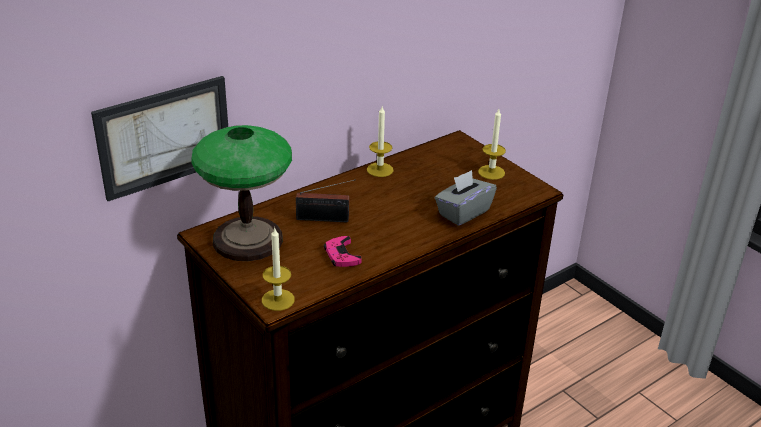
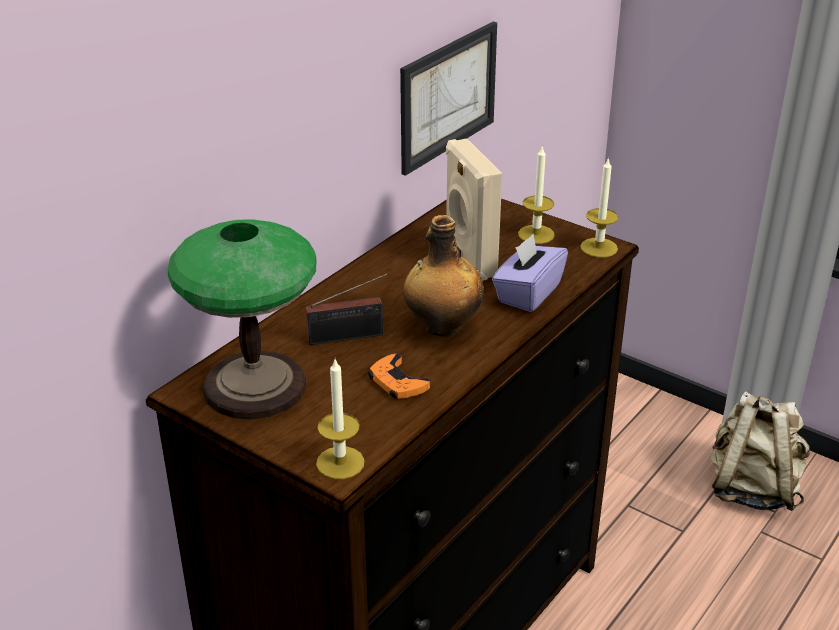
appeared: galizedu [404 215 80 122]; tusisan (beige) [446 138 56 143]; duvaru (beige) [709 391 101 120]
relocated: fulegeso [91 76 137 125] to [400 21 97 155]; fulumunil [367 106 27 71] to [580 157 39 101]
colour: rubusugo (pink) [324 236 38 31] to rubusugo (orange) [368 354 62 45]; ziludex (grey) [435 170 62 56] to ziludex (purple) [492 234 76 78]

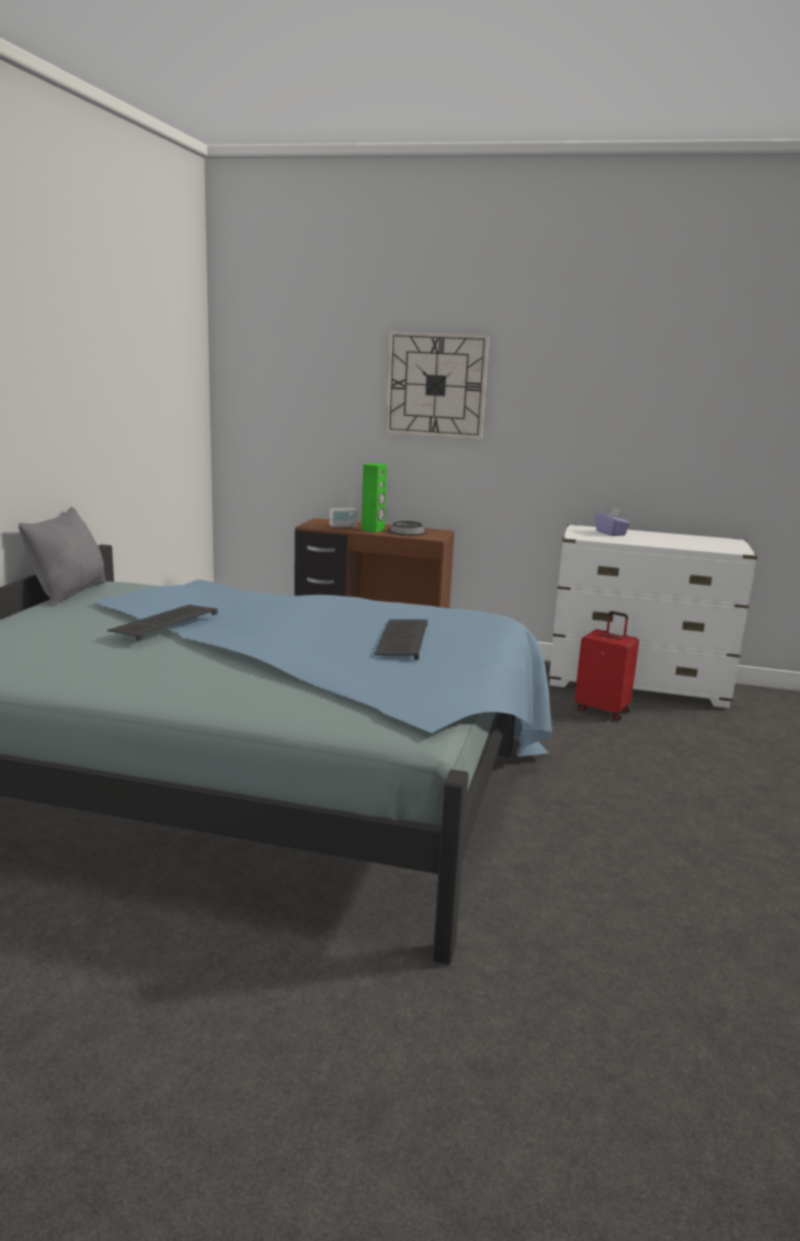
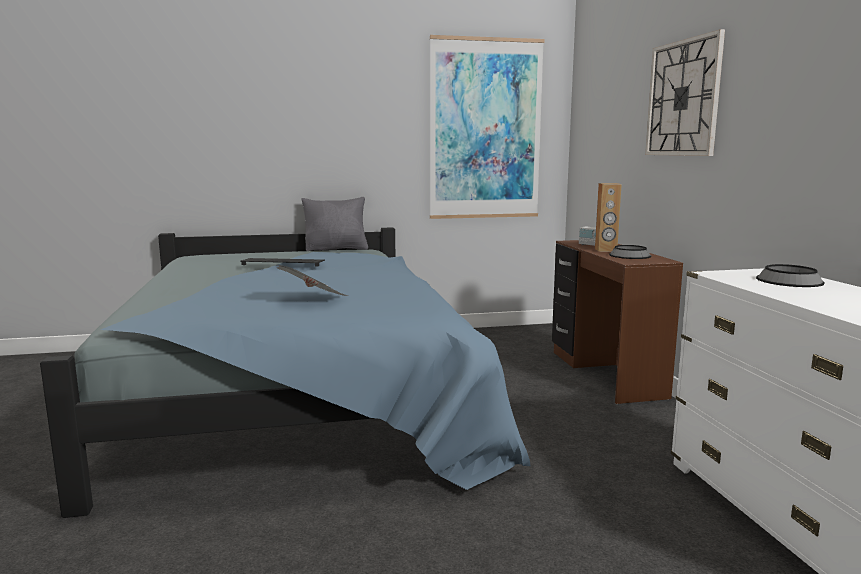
missing: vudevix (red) [575 611 64 110]
appeared: fulegeso [430 35 115 184]
exchanged: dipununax [375 619 53 41] to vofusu [277 265 72 31]; ziludex (purple) [595 507 35 29] to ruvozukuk [756 264 69 23]
colour: tusisan (green) [361 463 26 70] to tusisan (brown) [595 183 27 69]

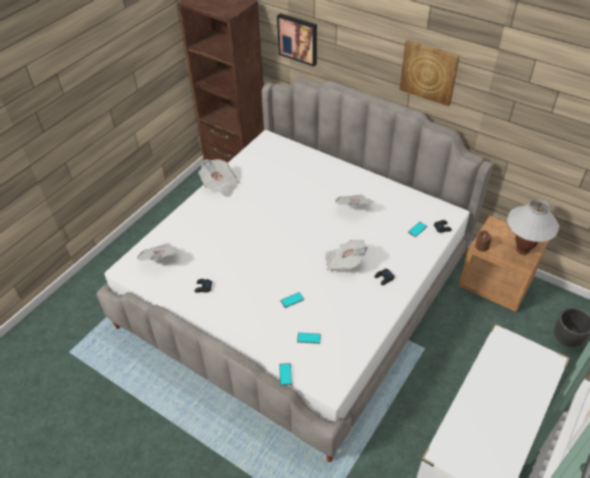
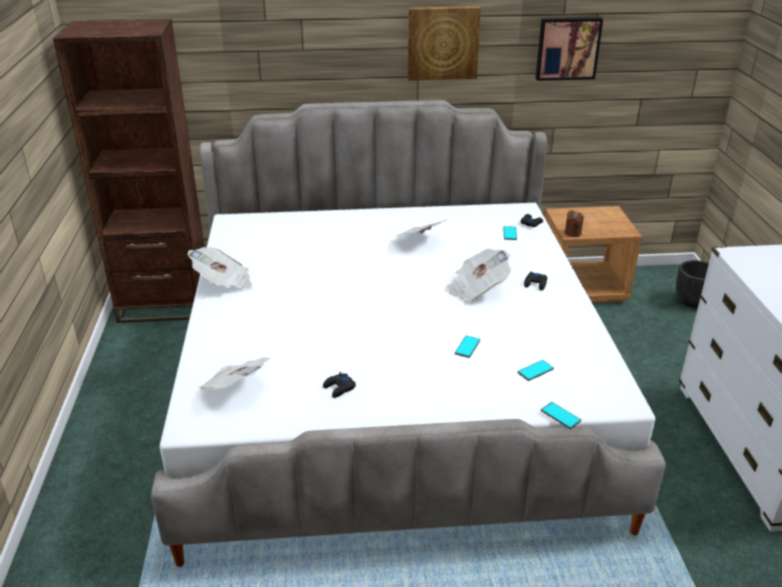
missing: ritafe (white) [507 199 52 56]
relocated: fulegeso [277 13 40 54] to [535 17 68 64]

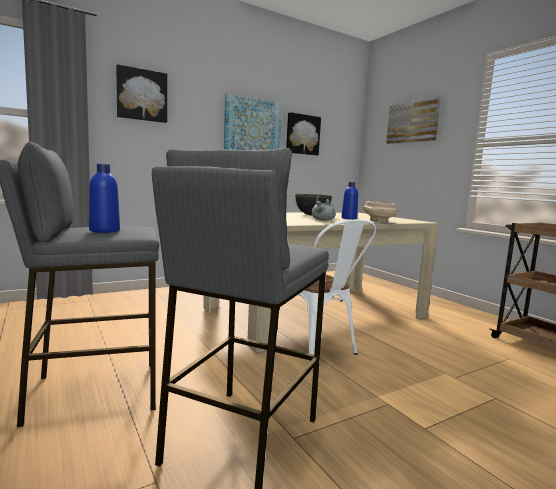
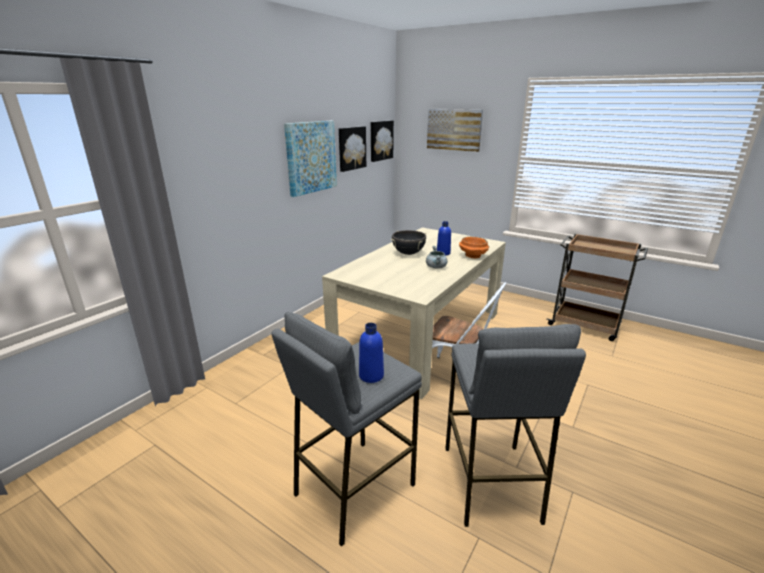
relocated: fulegeso [116 64 51 59] to [371 121 23 41]
colour: ruvozukuk (beige) [363 201 35 22] to ruvozukuk (orange) [459 237 30 21]

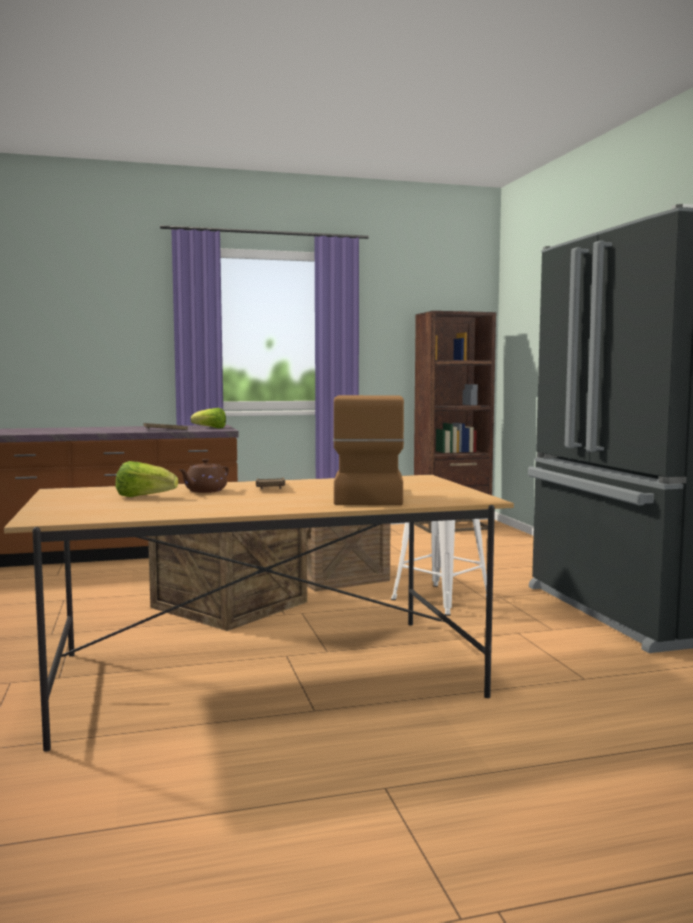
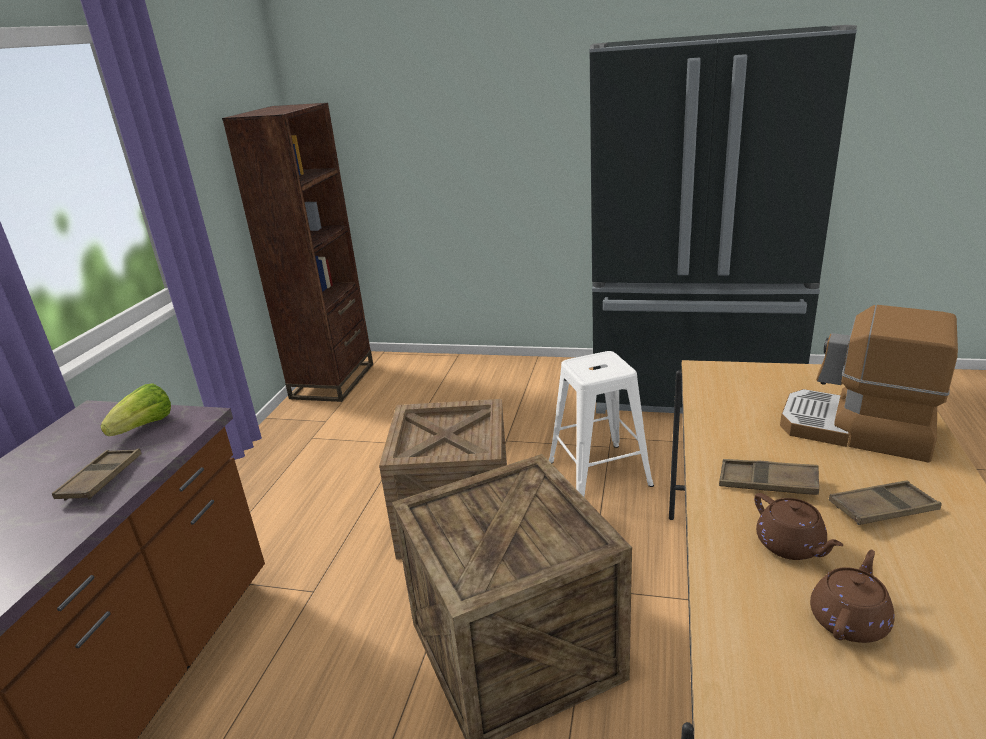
appeared: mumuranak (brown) [829 481 113 44]
exchanged: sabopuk [116 461 62 36] to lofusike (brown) [810 550 85 93]

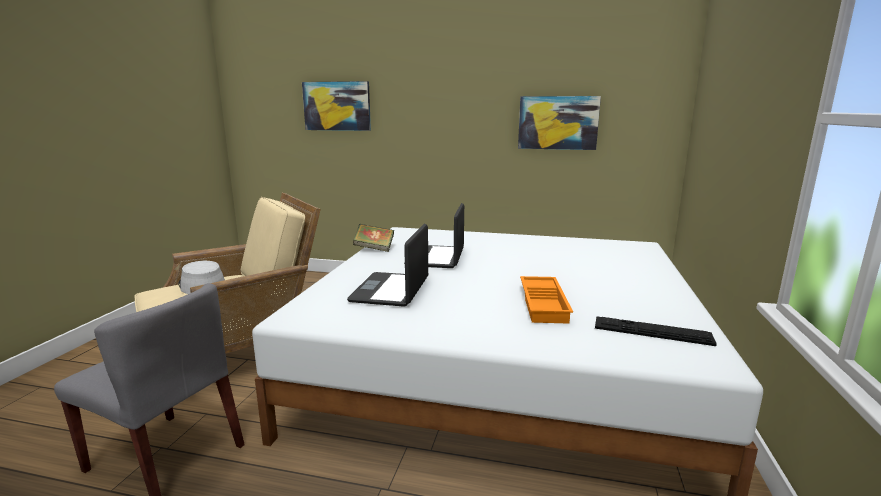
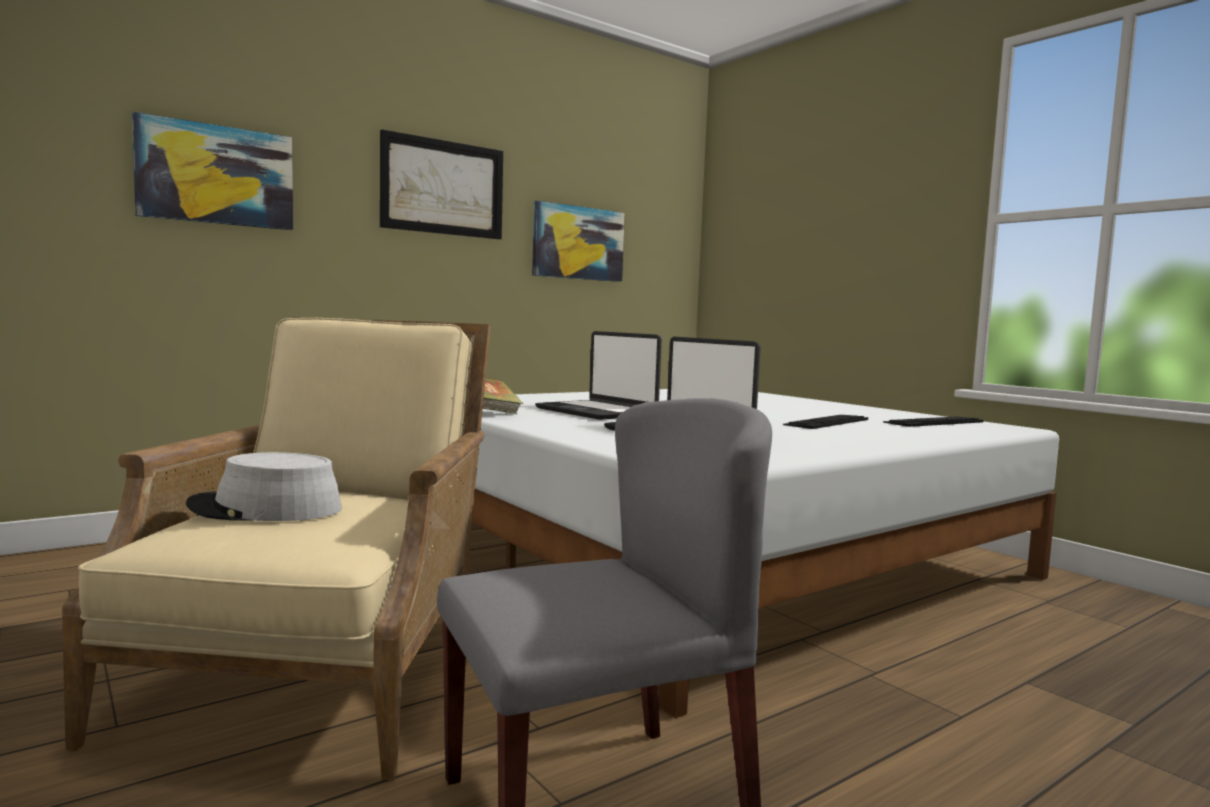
appeared: fulegeso [380 130 123 109]
exchanged: mumuranak (orange) [520 276 53 47] to dipununax [783 415 85 14]

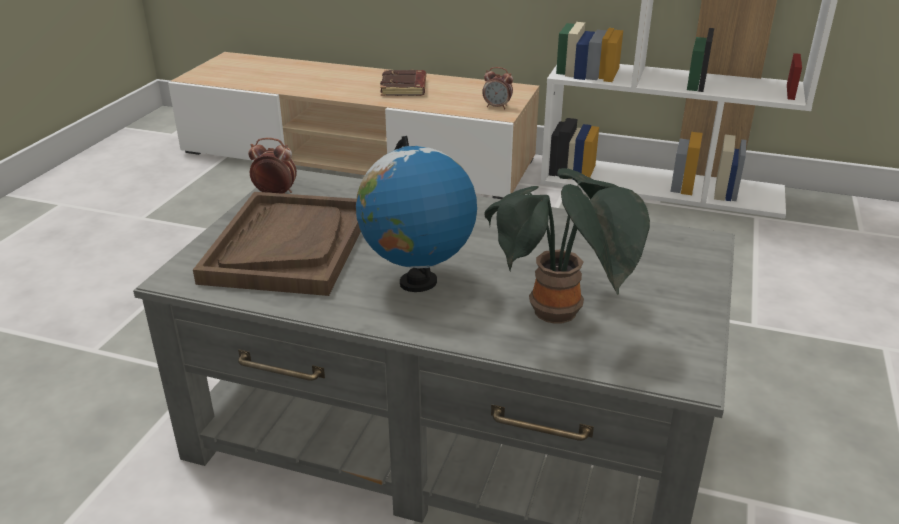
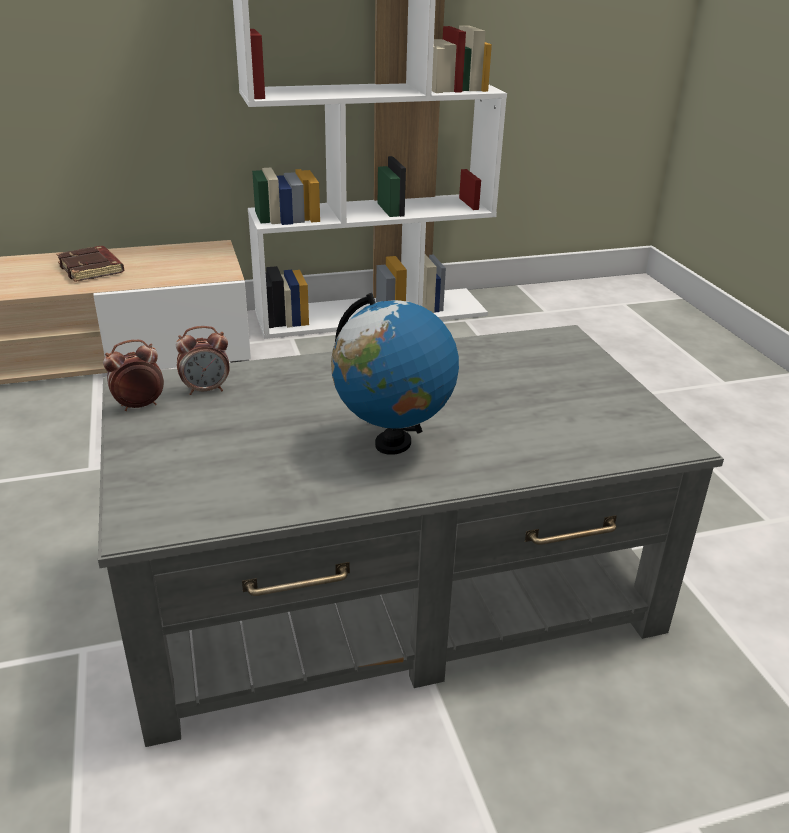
missing: mumuranak (brown) [193 192 168 104]; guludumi [485 168 165 156]
relocated: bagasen [482 67 31 42] to [176 326 53 69]

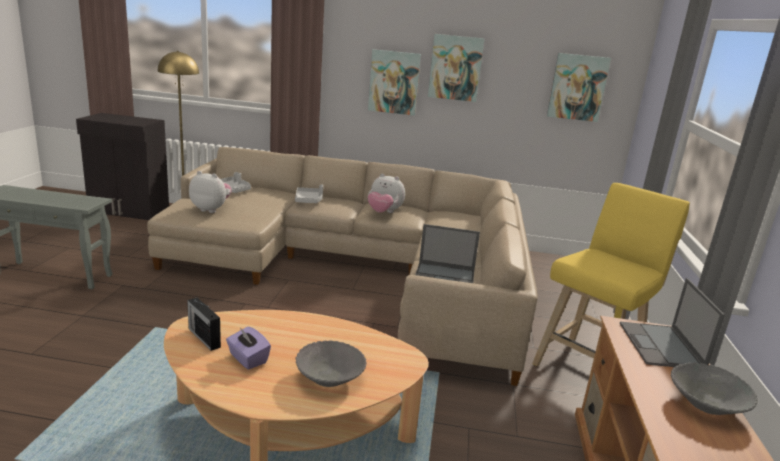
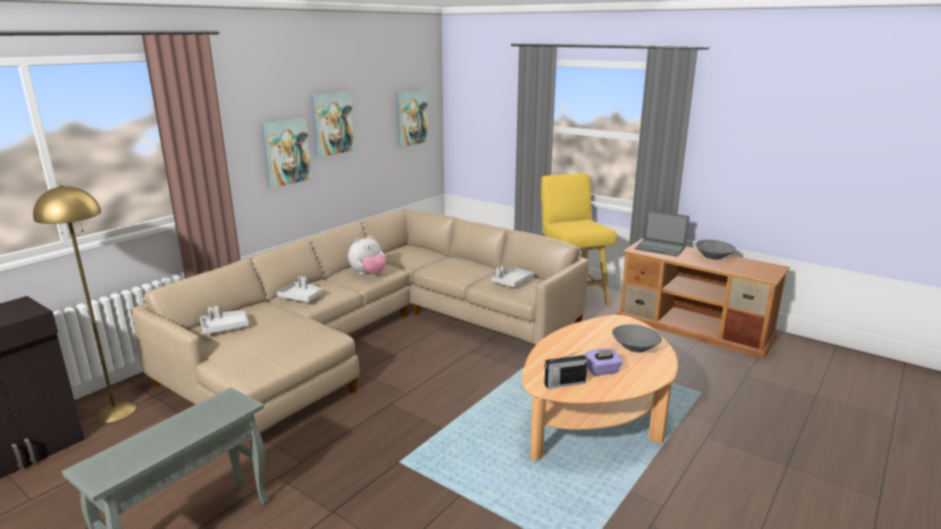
missing: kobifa [189 171 43 42]
exchanged: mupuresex [415 224 65 59] to mumuranak (grey) [492 266 42 21]

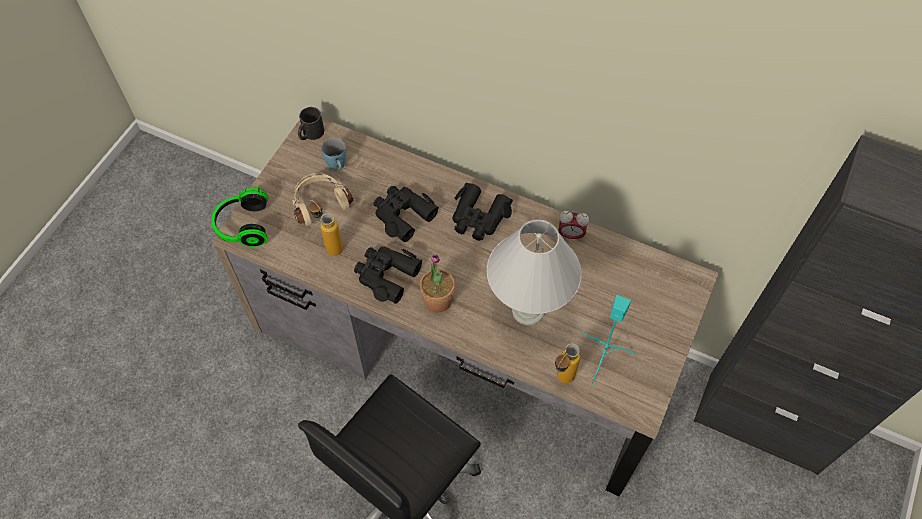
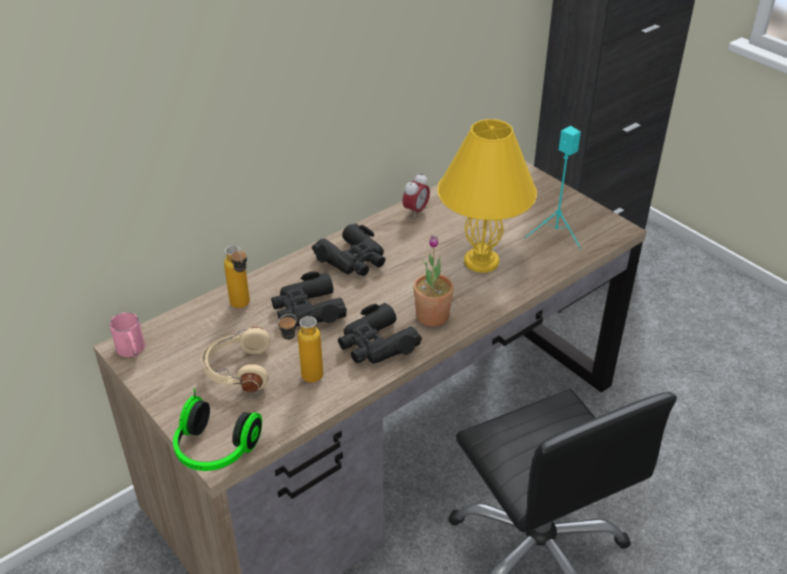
missing: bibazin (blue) [321 138 26 33]
relocated: galizedu [555 343 26 40] to [224 245 26 63]
colour: bibazin (black) [298 107 26 33] to bibazin (pink) [109 312 36 45]; ritafe (white) [487 219 94 106] to ritafe (yellow) [438 119 99 154]

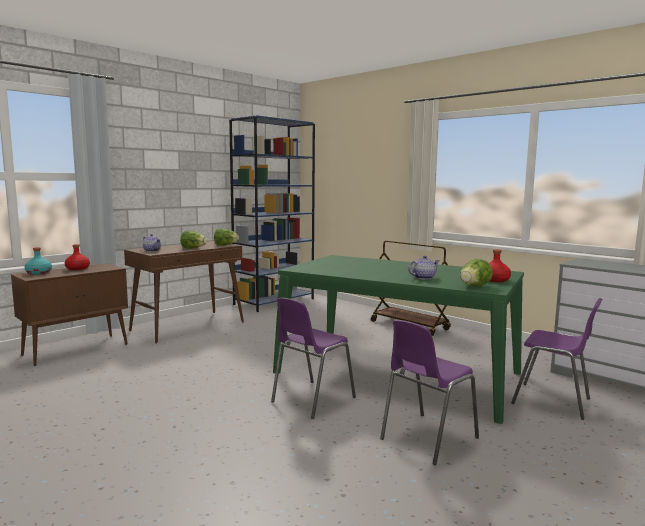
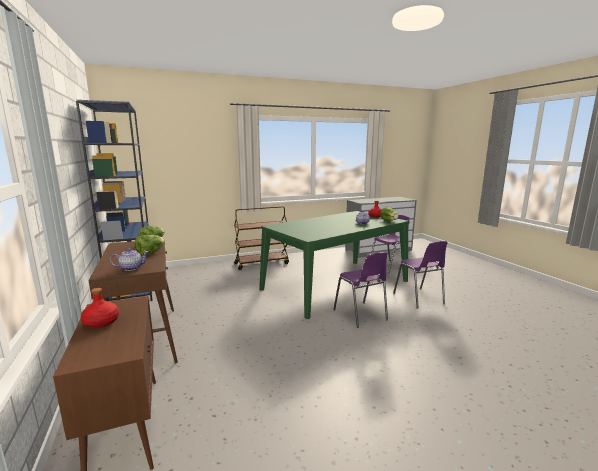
missing: galizedu (turquoise) [25 247 27 28]

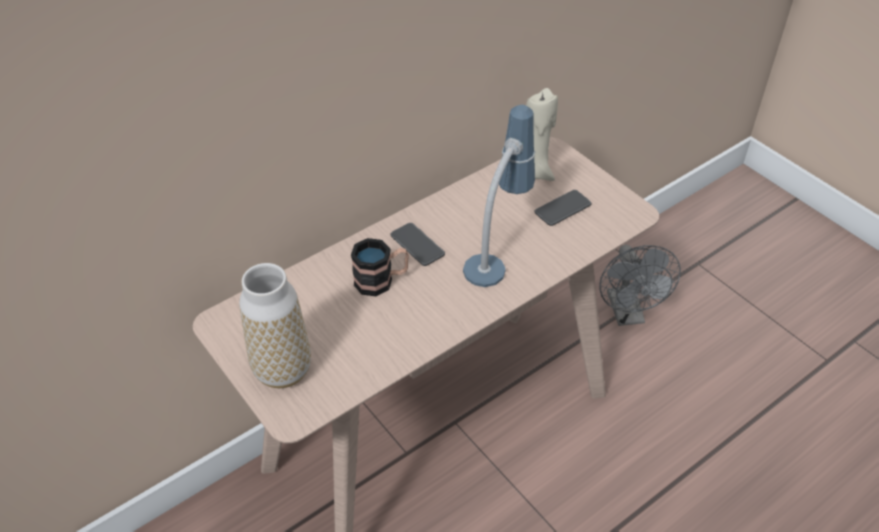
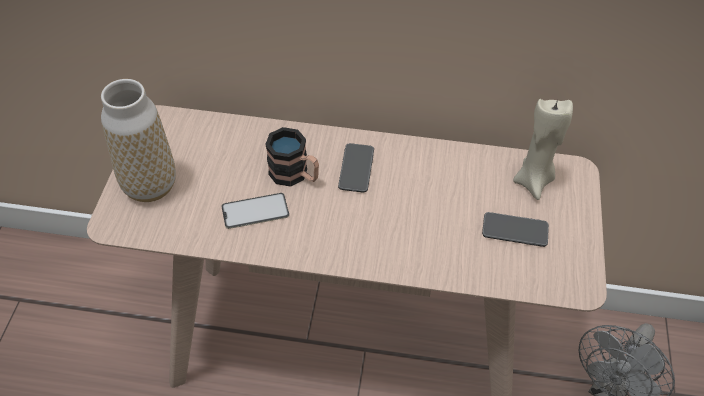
missing: ritafe [463 105 72 182]
appeared: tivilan [221 193 68 36]

